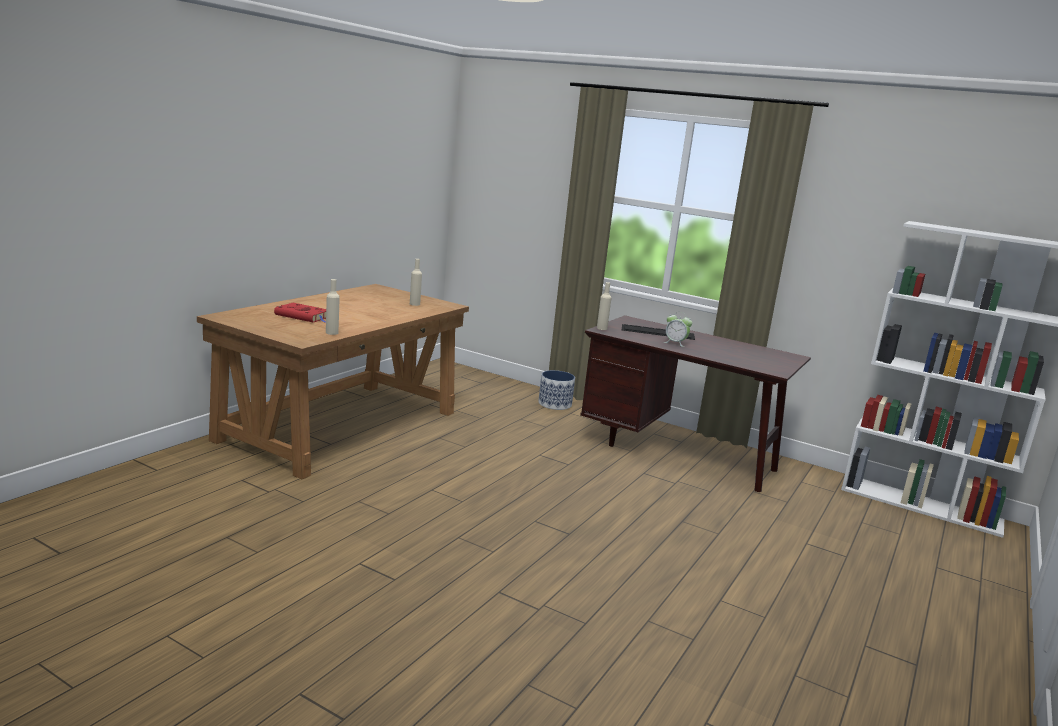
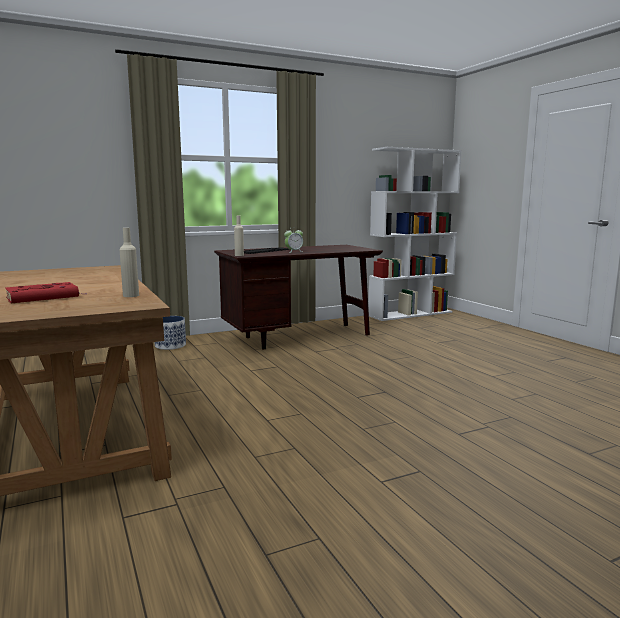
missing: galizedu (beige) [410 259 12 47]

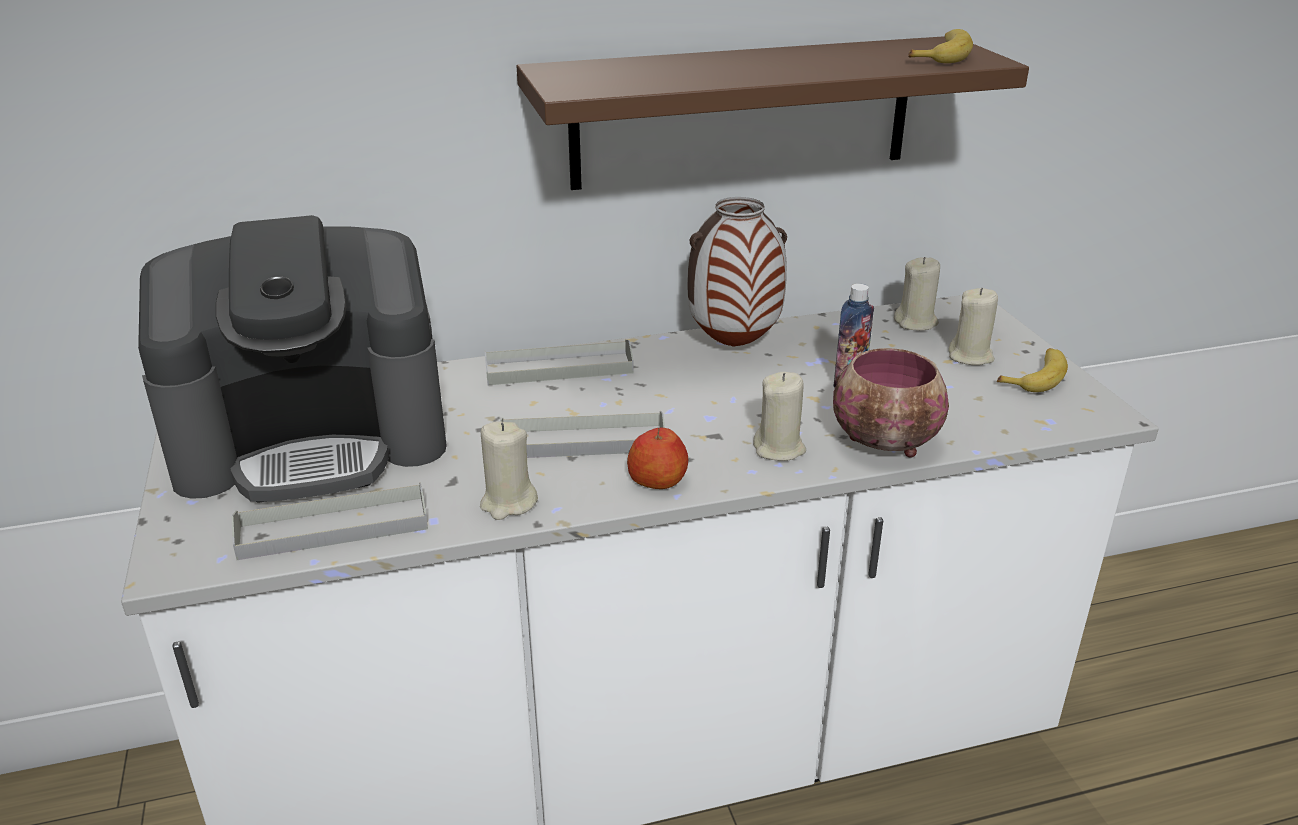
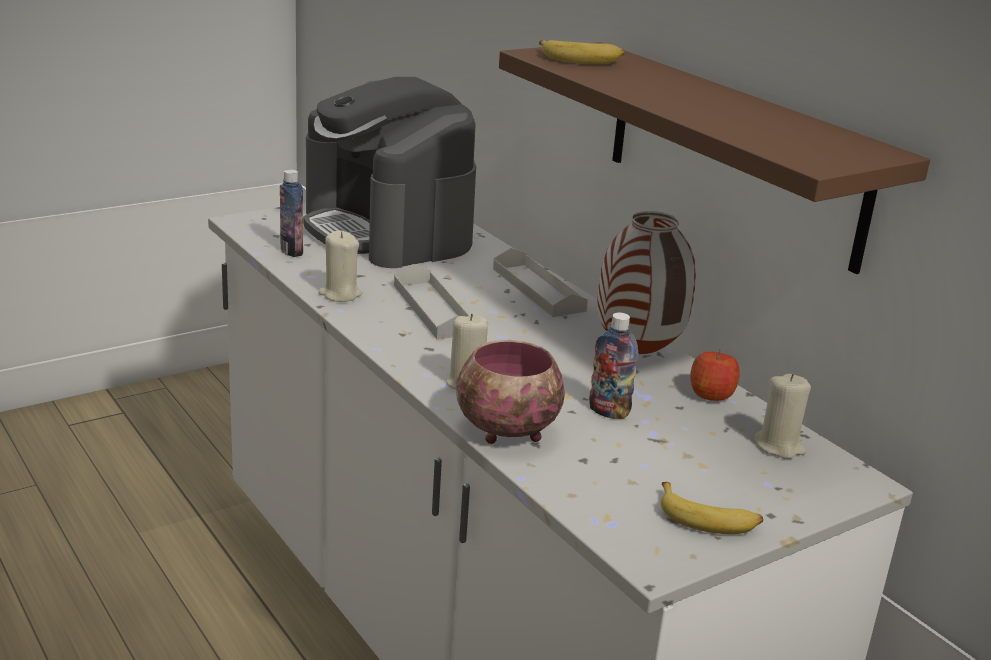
missing: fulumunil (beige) [948 288 50 77]
relocated: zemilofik [908 29 65 34] to [539 40 86 24]; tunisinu [627 428 61 61] to [690 349 49 52]
exchanged: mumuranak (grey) [231 482 197 78] to galizedu [280 169 23 88]

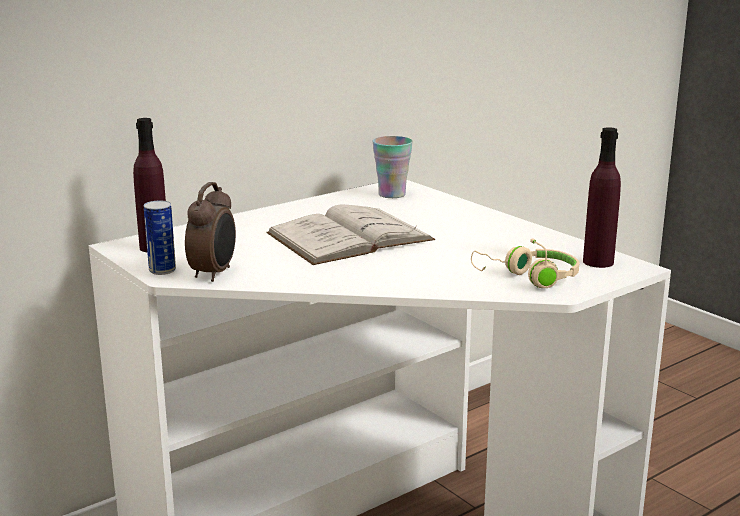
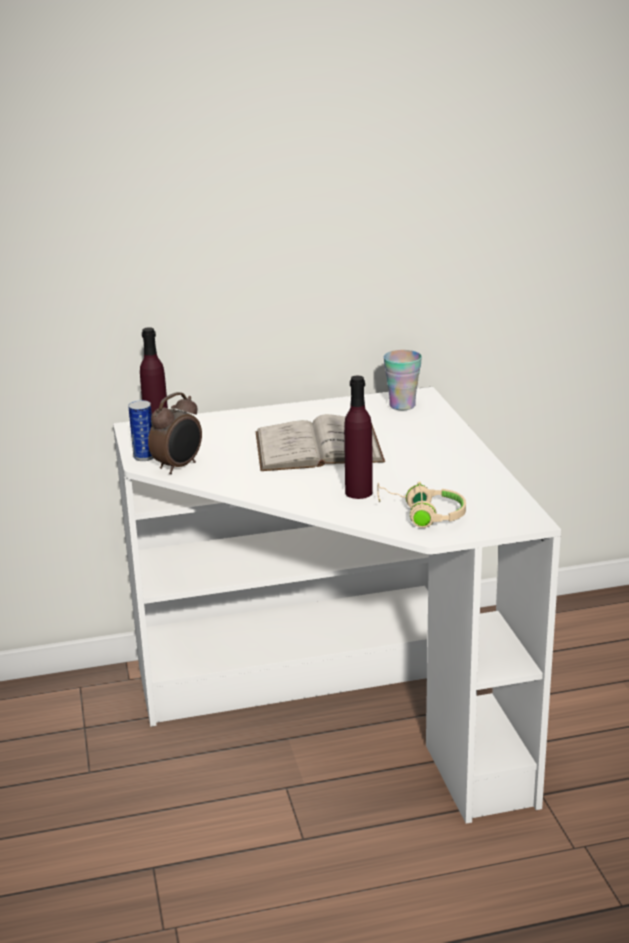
relocated: galizedu (purple) [583 127 38 141] to [344 376 29 123]

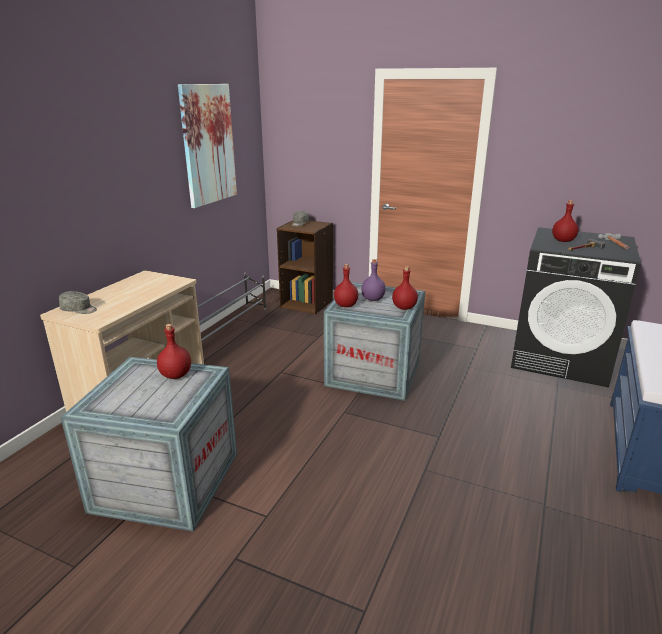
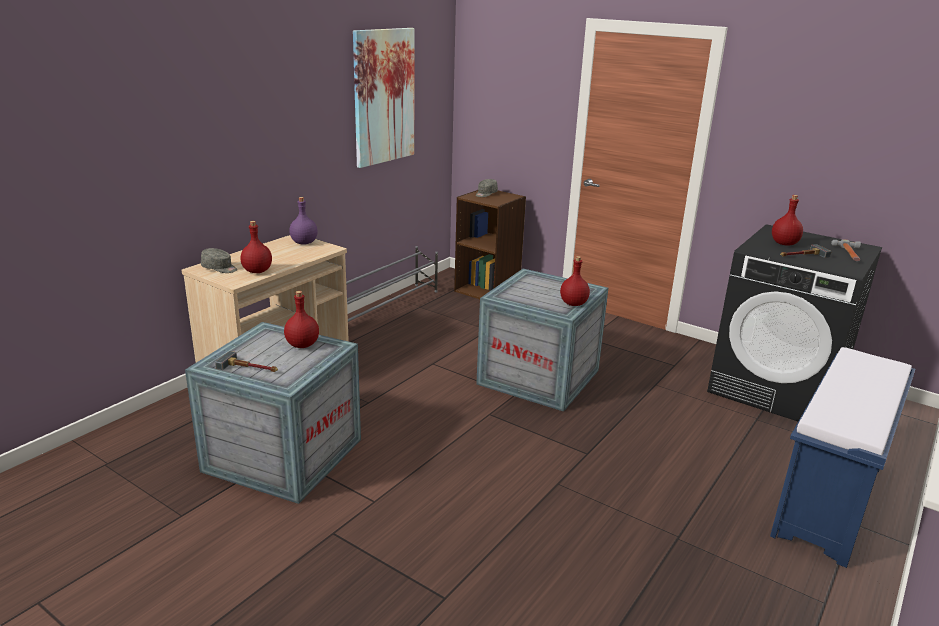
appeared: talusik [215 351 63 21]
relocated: galizedu (red) [334 264 24 43] to [240 221 32 52]; galizedu (purple) [361 259 25 42] to [289 197 29 48]

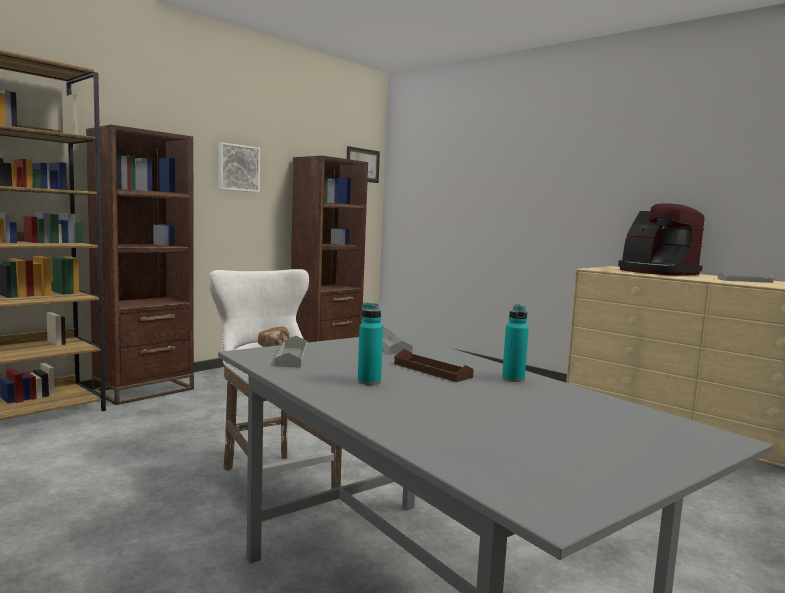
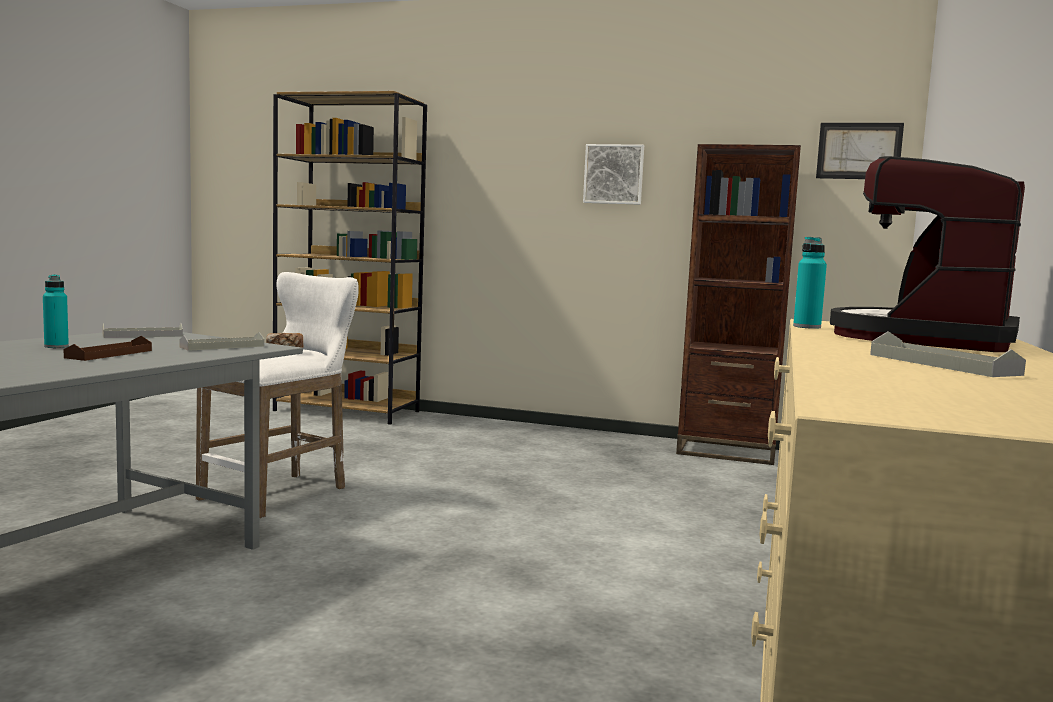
missing: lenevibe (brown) [86 125 108 280]
relocated: galizedu (turquoise) [502 304 27 78] to [793 237 34 92]

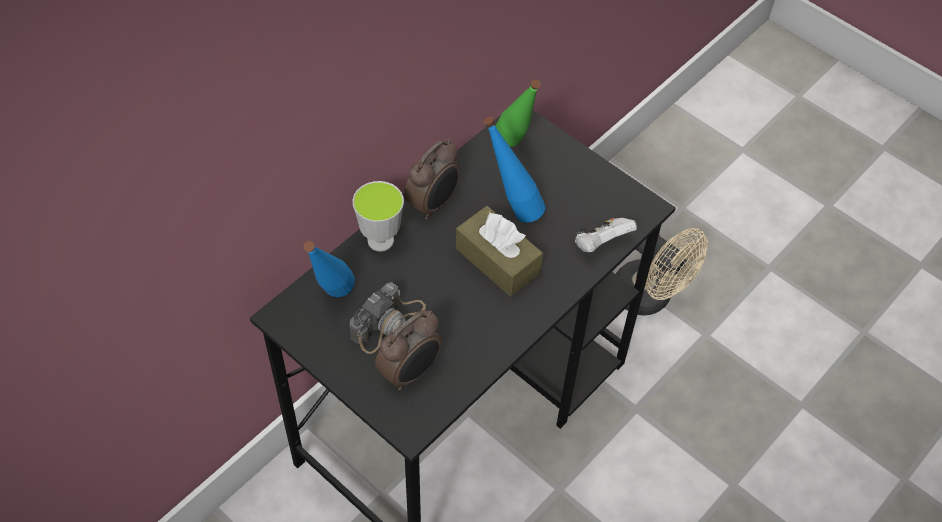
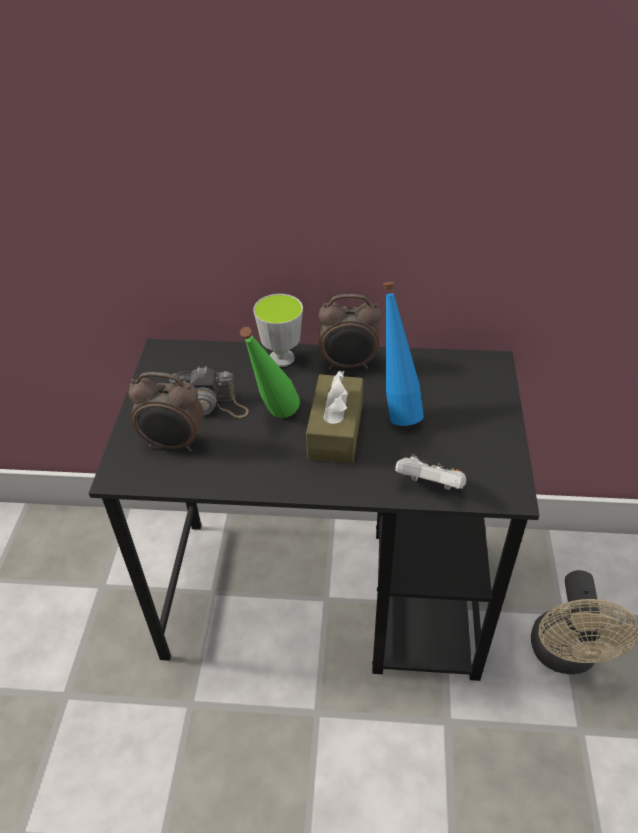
missing: galizedu (blue) [303 241 52 56]
relocated: galizedu (green) [495 79 46 68] to [240 327 60 91]

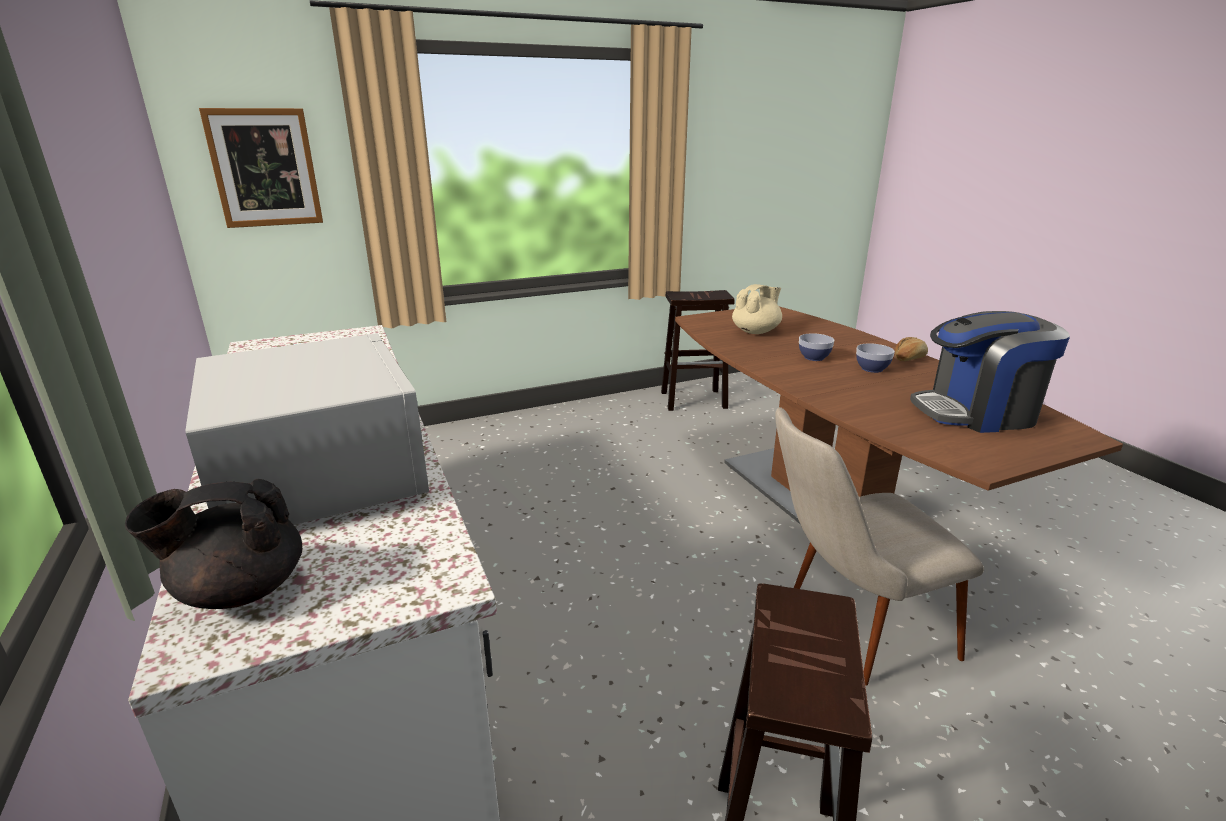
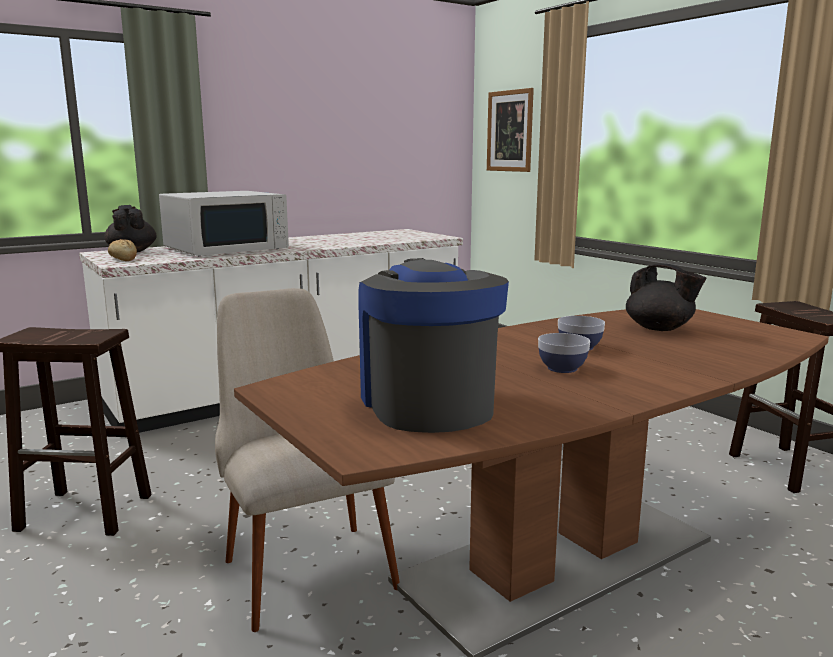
relocated: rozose [895 337 33 24] to [108 239 29 22]
colour: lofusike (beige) [732 284 50 50] to lofusike (black) [626 264 81 67]

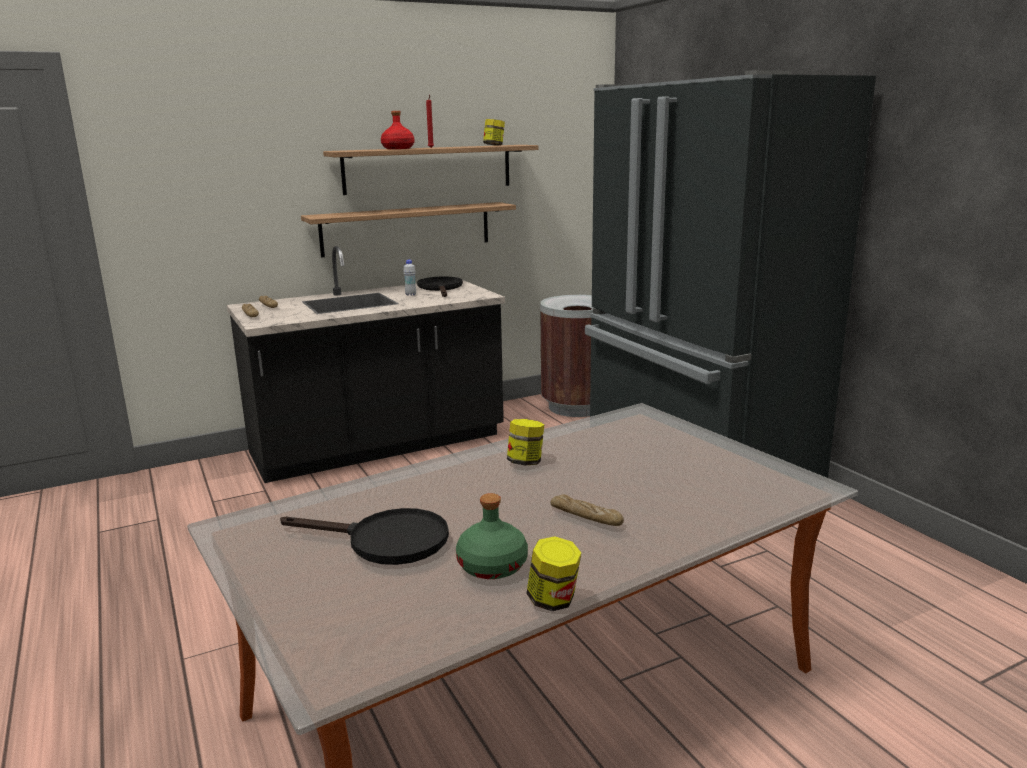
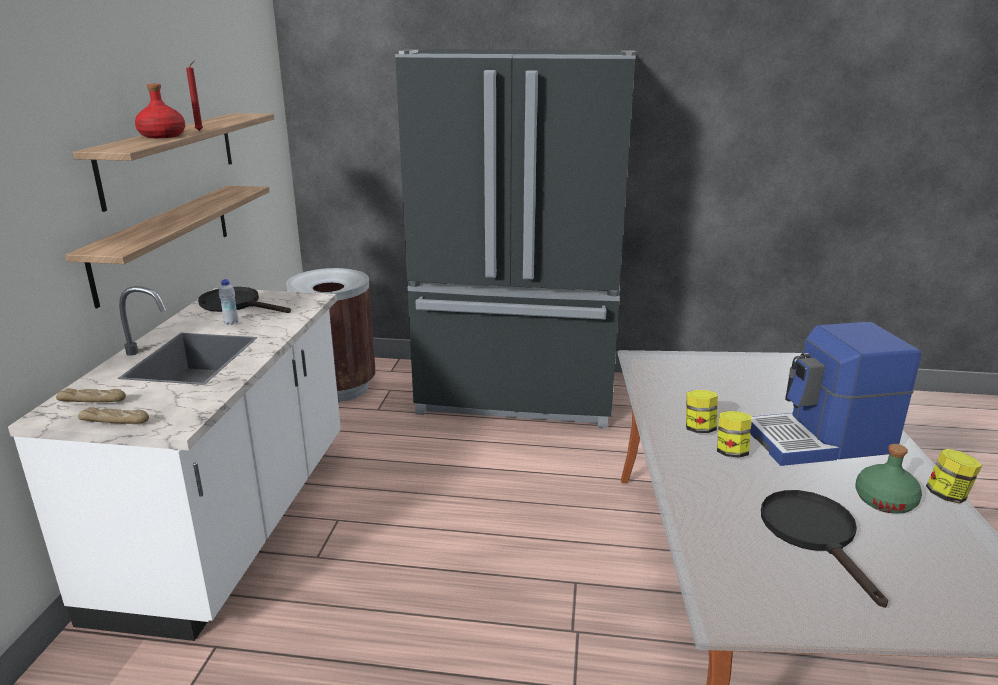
relocated: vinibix [483 119 22 27] to [717 411 35 46]
exchanged: rozose [550 494 74 32] to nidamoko [750 322 171 144]
colour: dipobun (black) [227 246 278 237] to dipobun (white) [8 286 333 355]
spun: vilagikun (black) [280 508 169 57] = [761 490 127 118] 60 degrees counterclockwise

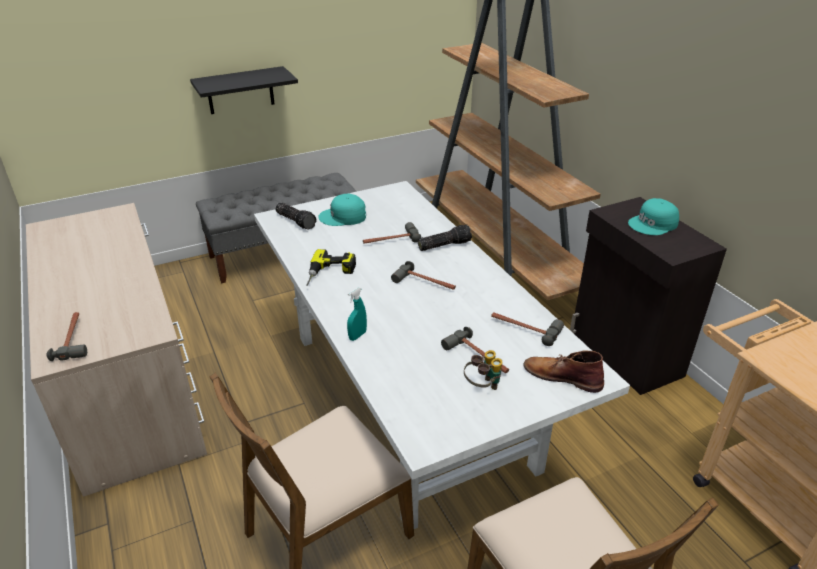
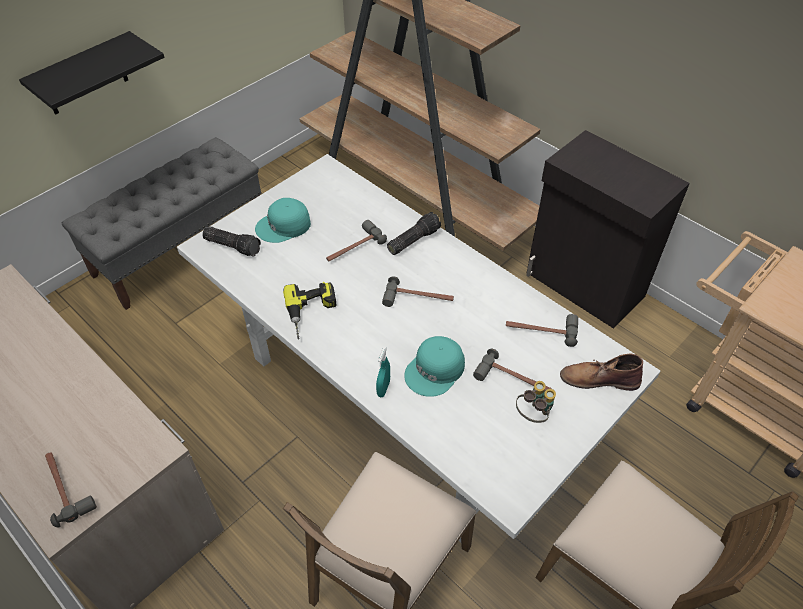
relocated: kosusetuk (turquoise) [628 198 51 37] to [404 336 61 61]

